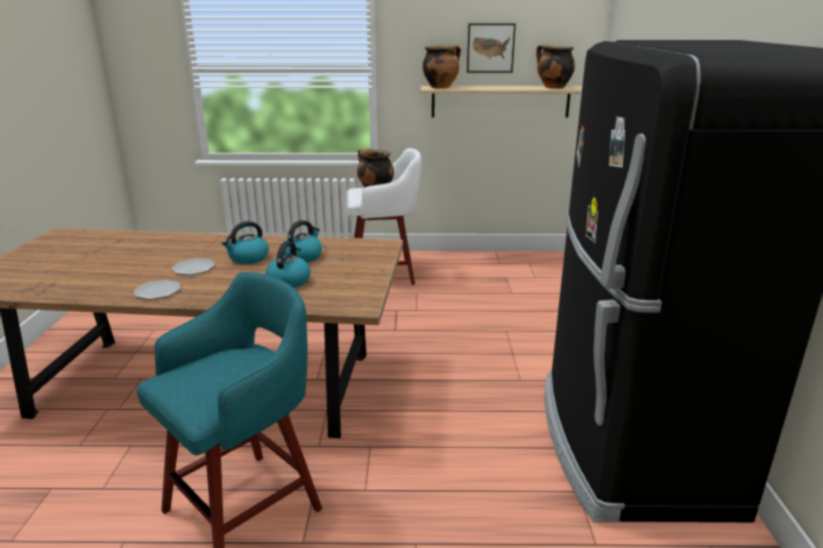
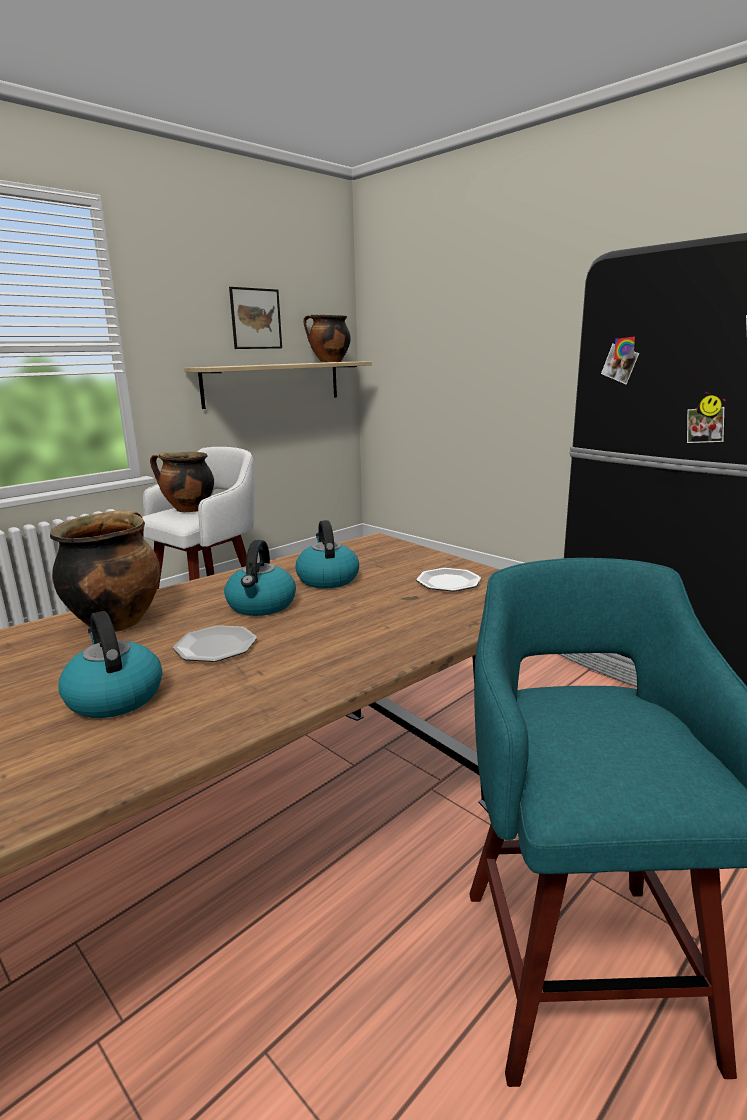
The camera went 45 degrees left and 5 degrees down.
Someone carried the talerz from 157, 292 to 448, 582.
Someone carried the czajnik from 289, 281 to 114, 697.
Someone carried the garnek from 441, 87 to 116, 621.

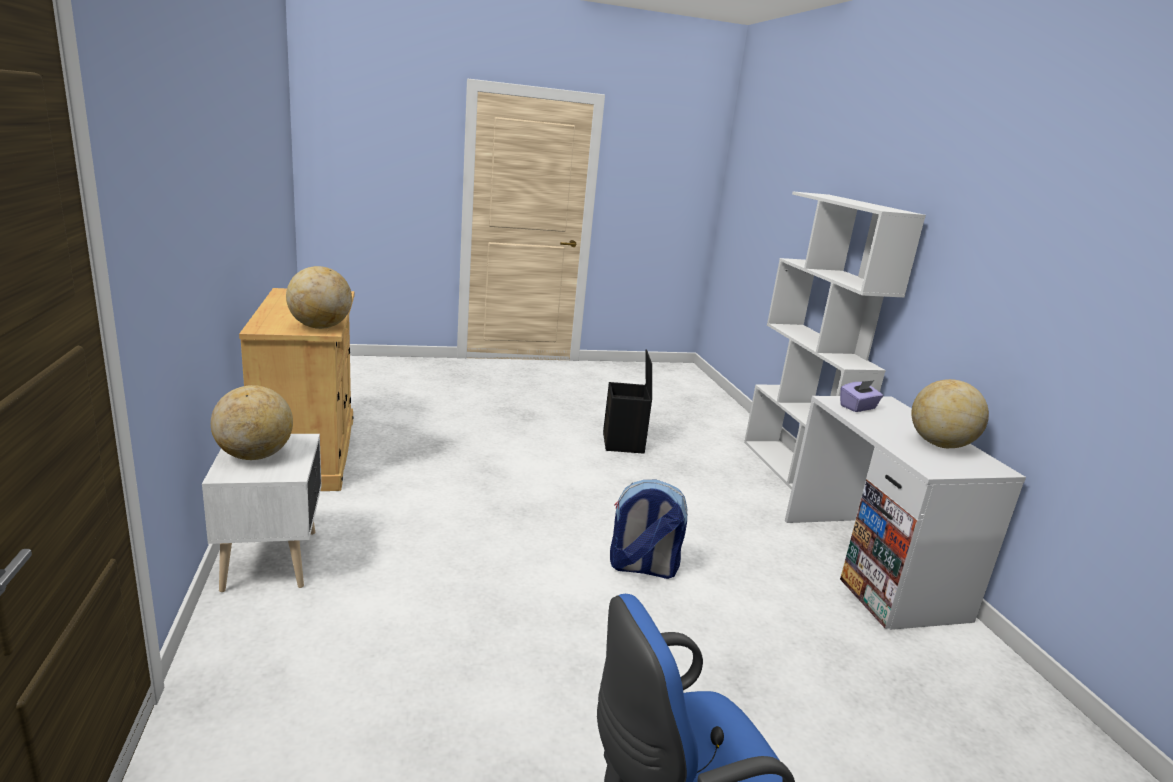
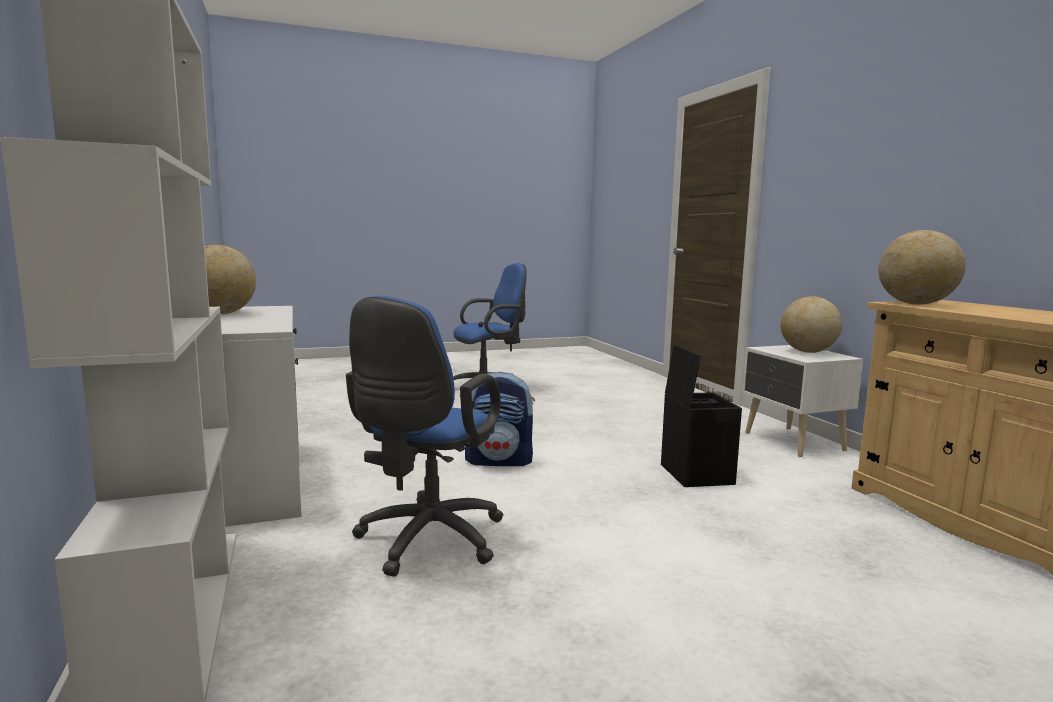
The camera went 175 degrees right and 10 degrees down.
Someone carried the pojemnik do przechowywania (czarny) from 624, 443 to 695, 474.
Someone took away the pudełko chusteczek (fioletowy) at 858, 407.
Someone put down the krzesło biurowe (niebieski) at 426, 542.

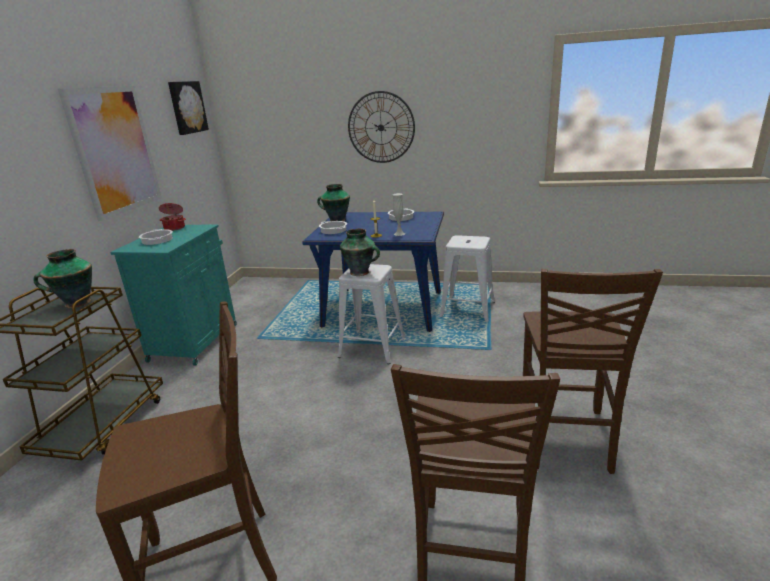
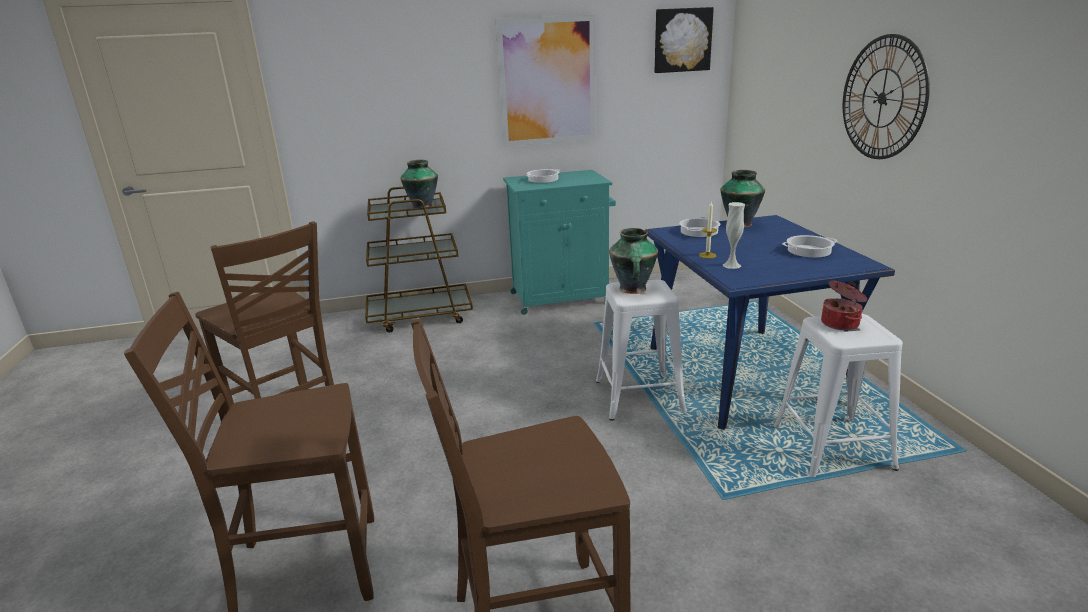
The camera went 65 degrees right and 0 degrees up.
Someone carried the garnek from 175, 228 to 841, 323.

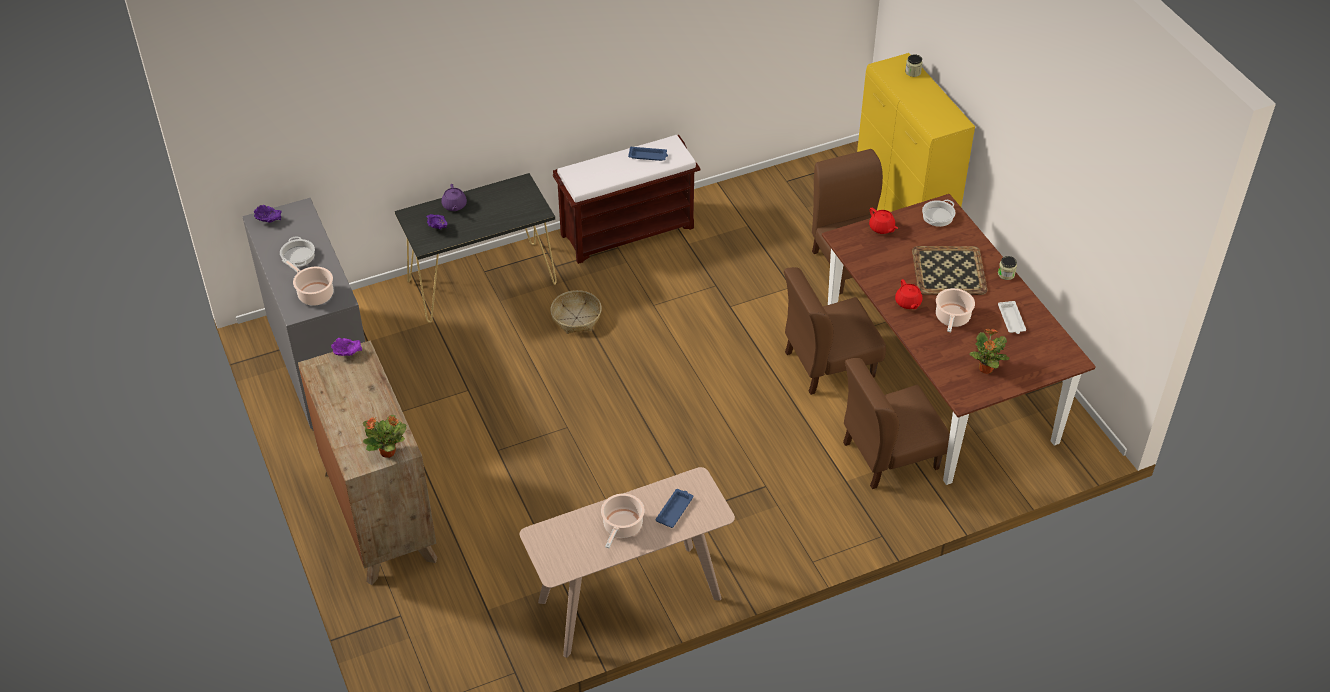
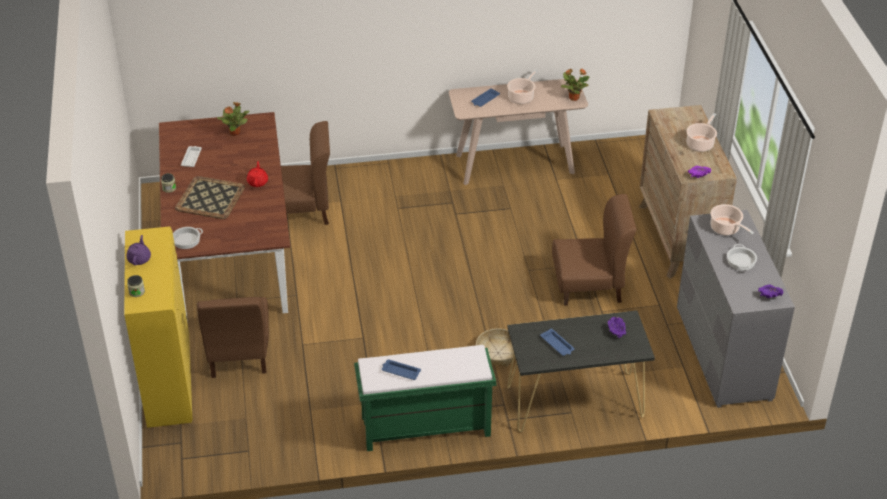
The camera went 165 degrees left and 5 degrees down.
Someone carried the roślina doniczkowa from 388, 452 to 573, 98.
Someone carried the imbryk (fioletowy) from 454, 206 to 139, 259.
Someone repainted the ławka (brązowy) at 628, 230, which became the ławka (zielony) at 424, 427.
Someone carried the krzesło (brązowy) from 828, 364 to 589, 286.
Someone took away the imbryk (czerwony) at 882, 228.
Someone carried the garnek from 952, 318 to 700, 144.
Someone put down the taca (niebieski) at 557, 345.

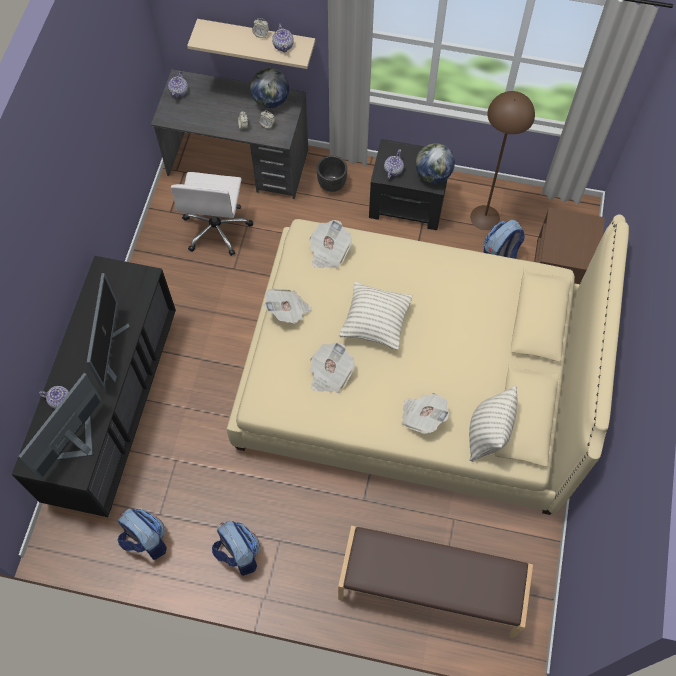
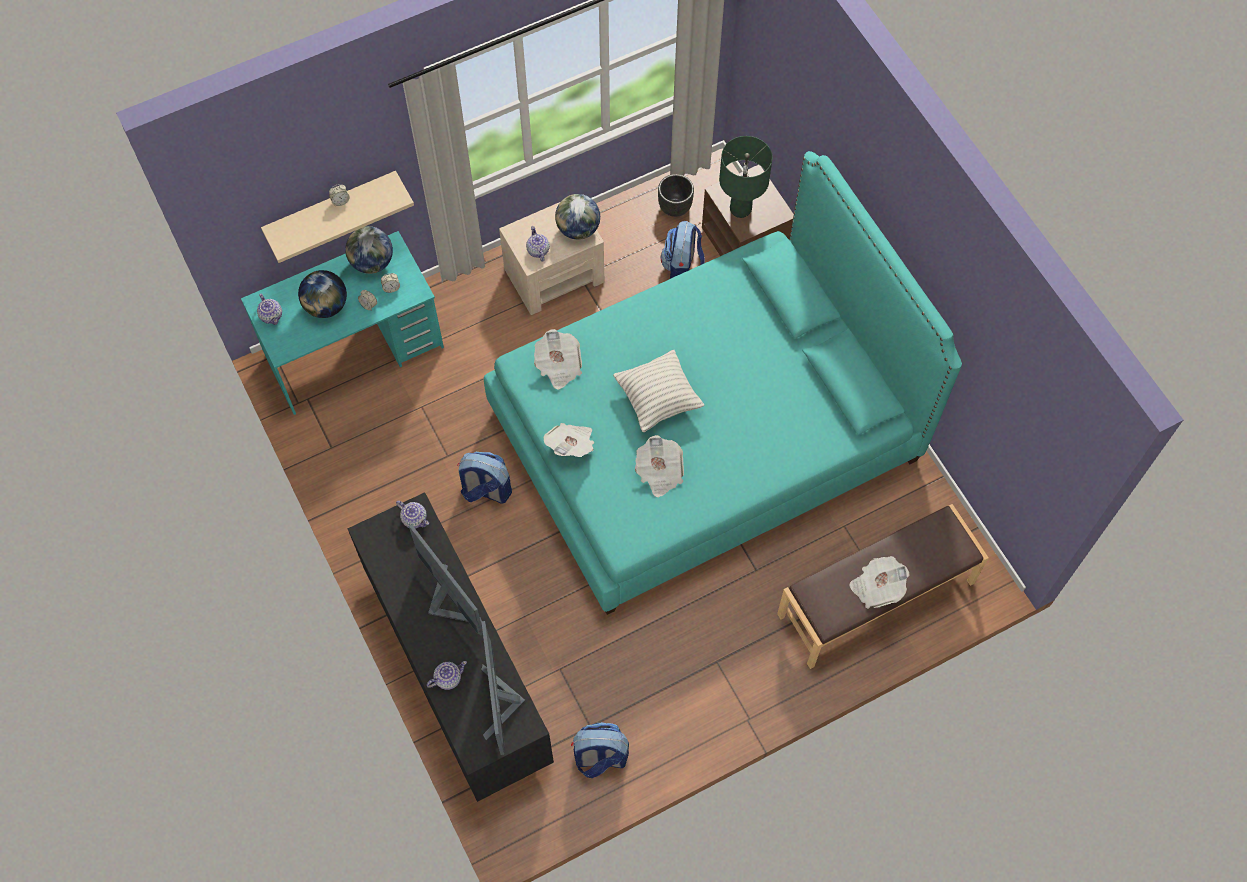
The camera went 40 degrees left and 0 degrees up.
Someone repainted the biurko (szary) at 238, 163, which became the biurko (turkusowy) at 355, 352.
Someone took away the krzesło biurowe (biały) at 217, 229.
Someone carried the plecak from 238, 553 to 486, 490.
Someone repainted the łóżko (beżowy) at 413, 379, which became the łóżko (turkusowy) at 705, 433.
Someone carried the imbryk from 283, 45 to 414, 518.
Someone carried the donica (czarny) from 331, 184 to 674, 208.
Someone repainted the szafka nocna (czarny) at 408, 203, which became the szafka nocna (beżowy) at 555, 275.
Someone carried the gazeta from 422, 416 to 876, 587.
Someone took away the poduszka at 487, 434.
Someone took away the lampa stojąca (brązowy) at 485, 217.
Someone put down the globus at 326, 306.
Someone put down the lampa stołowa (zielony) at 741, 209.

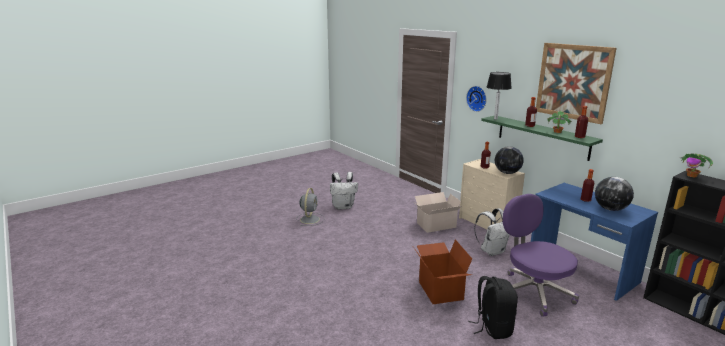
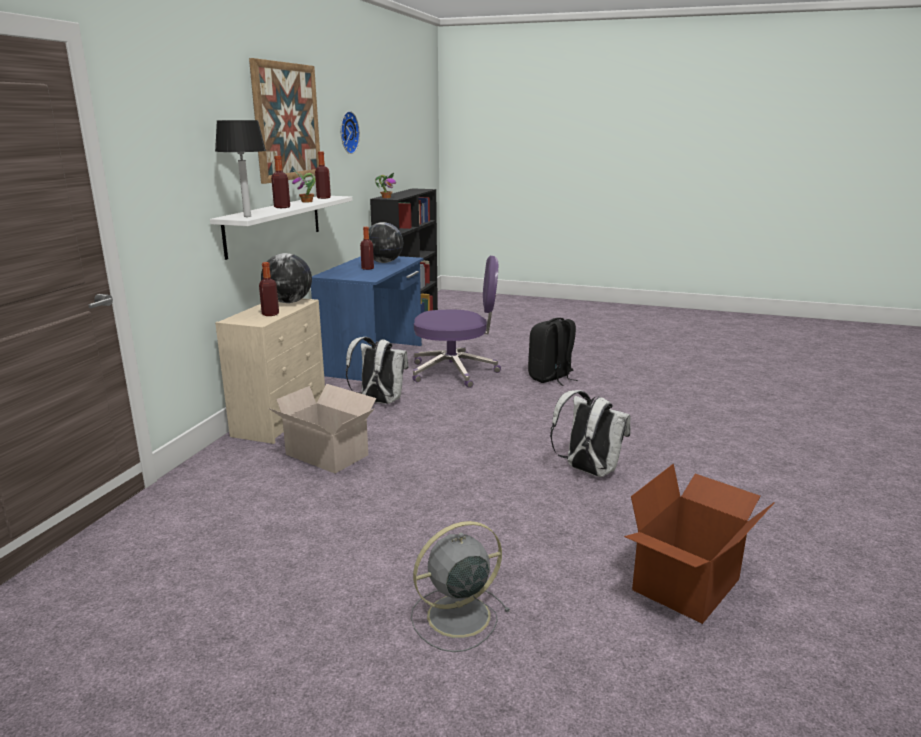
The camera went 125 degrees left and 0 degrees up.
Someone carried the plecak (biały) from 343, 206 to 588, 471.
Someone carried the karton from 439, 290 to 688, 586.
Someone carried the zegar ścienny from 477, 98 to 347, 132.
Someone repainted the półka (zielony) at 542, 137, which became the półka (biały) at 274, 225.
Someone rotated the krzesło biurowe (fioletowy) at 533, 292 by 120 degrees counterclockwise.

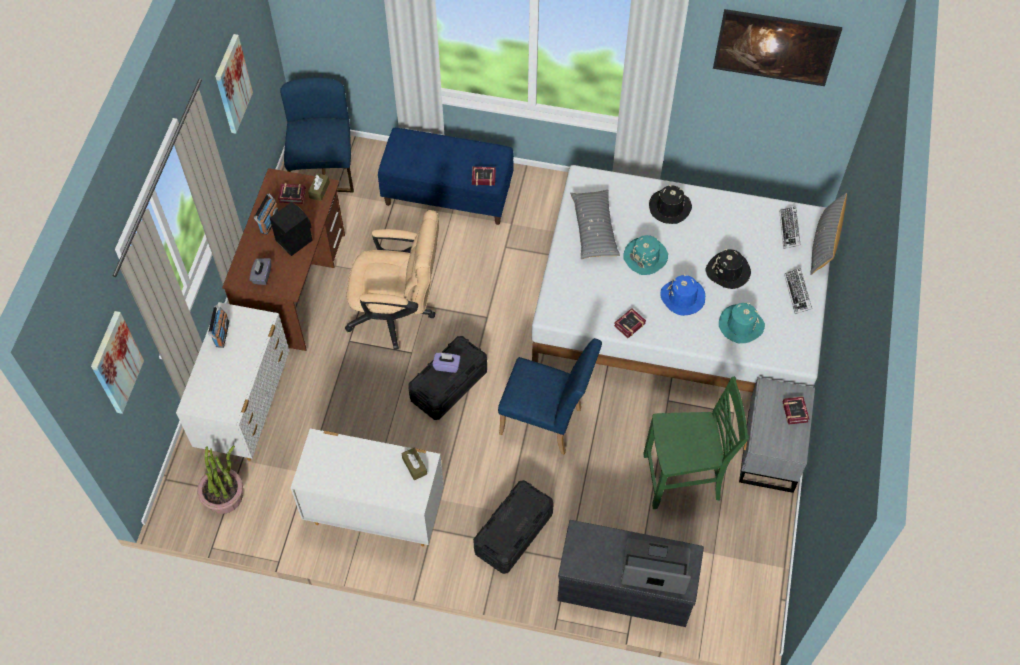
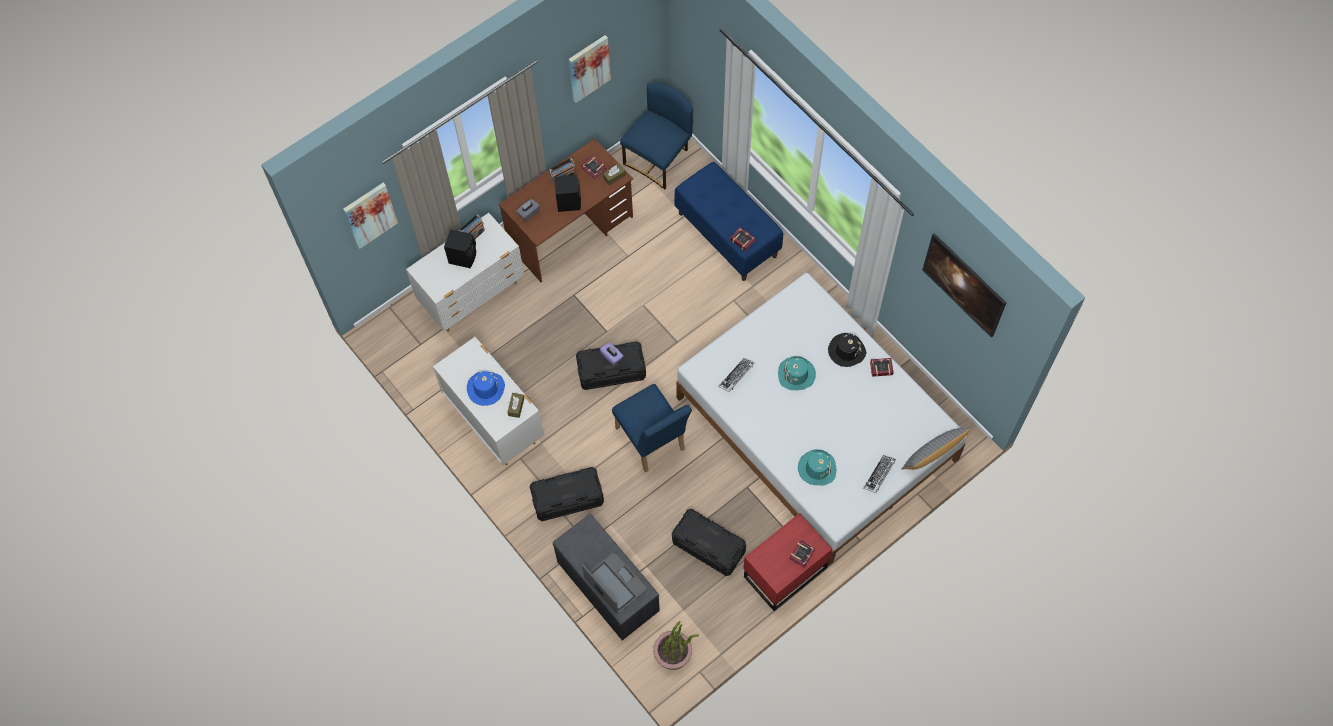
The camera went 40 degrees right and 5 degrees up.
Someone carried the roślina doniczkowa from 224, 496 to 673, 654.
Someone took away the krzesło biurowe (beżowy) at 398, 313.
Someone took away the poduszka (szary) at 594, 229.
Someone carried the książka from 628, 325 to 880, 368.
Someone swapped the krzesło (zielony) at 683, 479 for the pojemnik do przechowywania (czarny) at 708, 547.
Someone carried the kapelusz (niebieski) from 682, 297 to 485, 389.
Someone took away the kapelusz (czarny) at 728, 271.
Someone repainted the szafka nocna (szary) at 768, 451, which became the szafka nocna (czerwony) at 783, 571.
Someone carried the klawiatura from 789, 229 to 736, 376.
Someone put down the głośnik (czarny) at 463, 256.

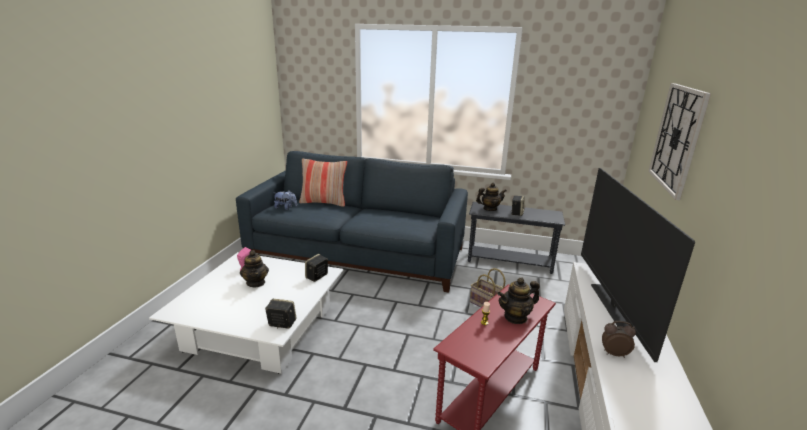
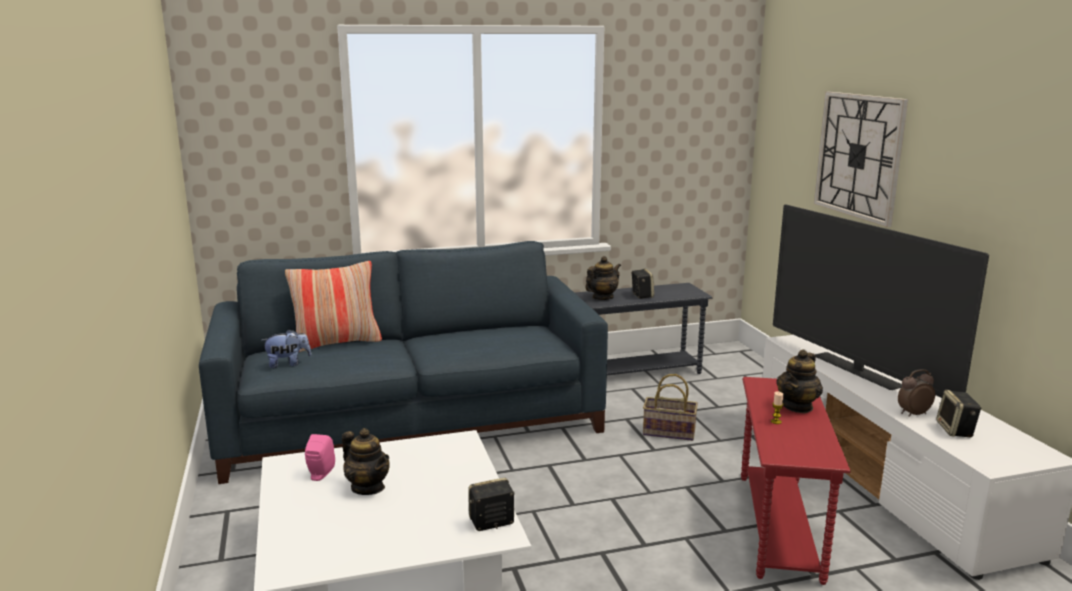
The camera went 30 degrees left and 5 degrees down.
Someone carried the głośnik from 317, 277 to 956, 430.

